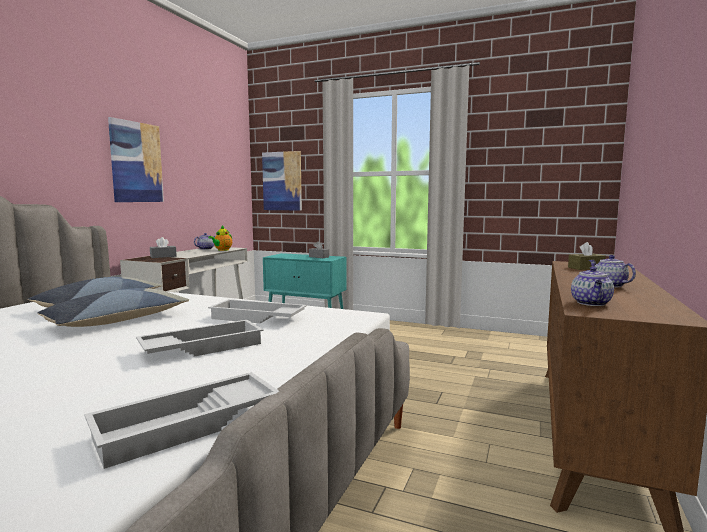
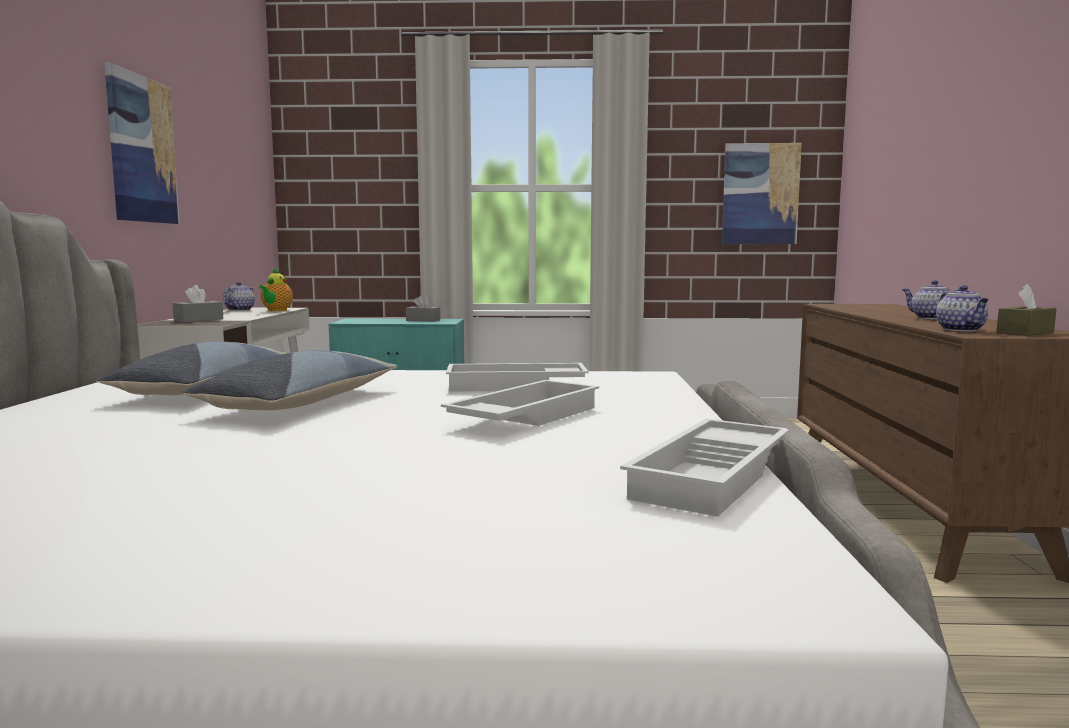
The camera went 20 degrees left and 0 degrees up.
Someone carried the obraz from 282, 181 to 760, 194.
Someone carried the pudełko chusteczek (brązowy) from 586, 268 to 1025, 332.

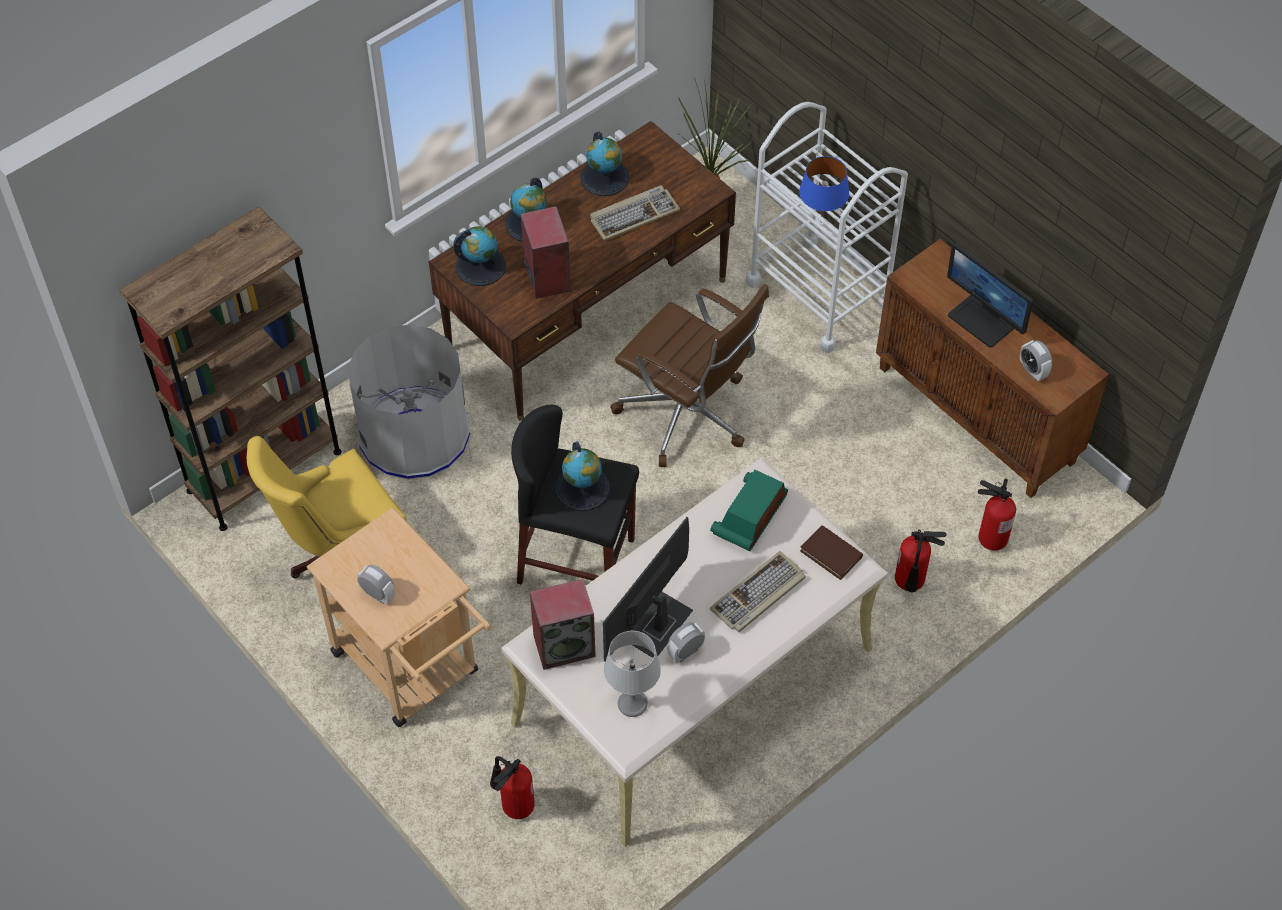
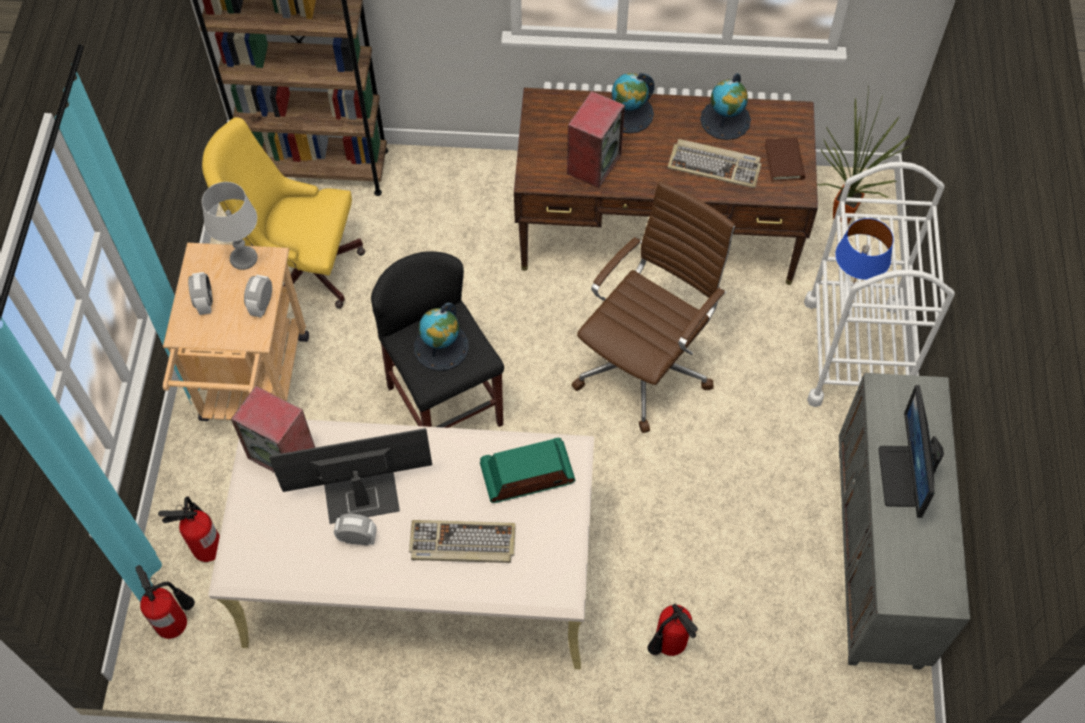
The camera went 45 degrees right and 5 degrees up.
Someone took away the kosz na śmieci (szary) at 414, 434.
Someone took away the globus at 481, 266.
Someone carried the lampa stołowa (szary) from 632, 704 to 243, 259.
Someone rotated the krzesło biurowe (brązowy) at 687, 415 by 135 degrees counterclockwise.
Someone carried the książka (brązowy) from 831, 554 to 784, 161.
Someone repainted the szafka (brązowy) at 977, 415, which became the szafka (szary) at 879, 557.
Someone carried the gaśnica from 991, 536 to 176, 621.
Someone carried the budzik from 1032, 371 to 262, 305.

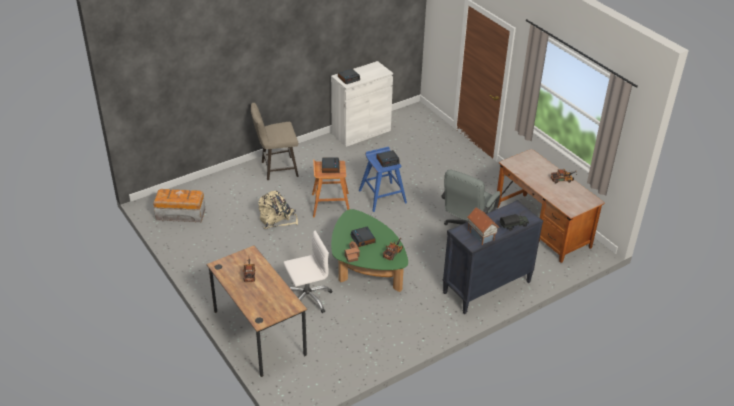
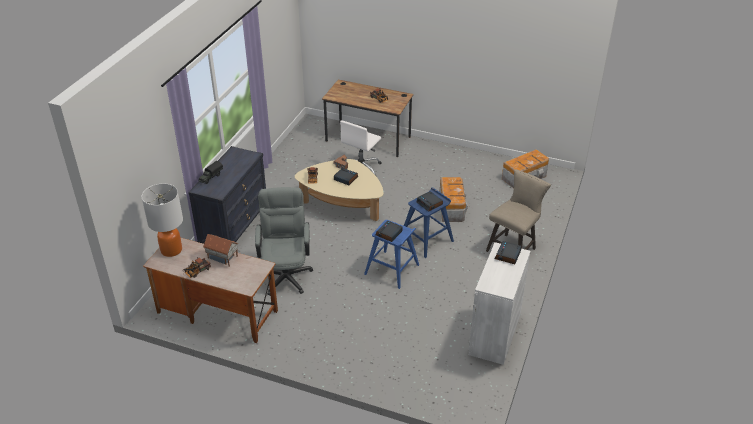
The camera went 145 degrees right and 0 degrees up.
Someone swapped the plecak (beżowy) at 277, 219 for the pojemnik do przechowywania at 451, 207.
Someone repainted the stołek (brązowy) at 330, 204, which became the stołek (niebieski) at 427, 239.
Someone repainted the ława (zielony) at 366, 268, which became the ława (beżowy) at 342, 205.
Someone carried the domek from 481, 234 to 222, 258.
Someone put down the lampa stołowa at 171, 250.

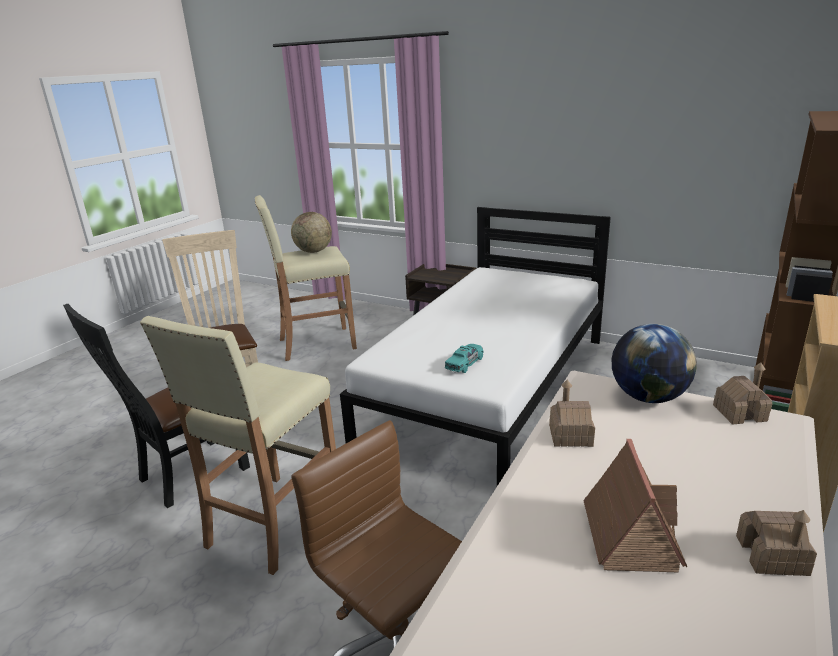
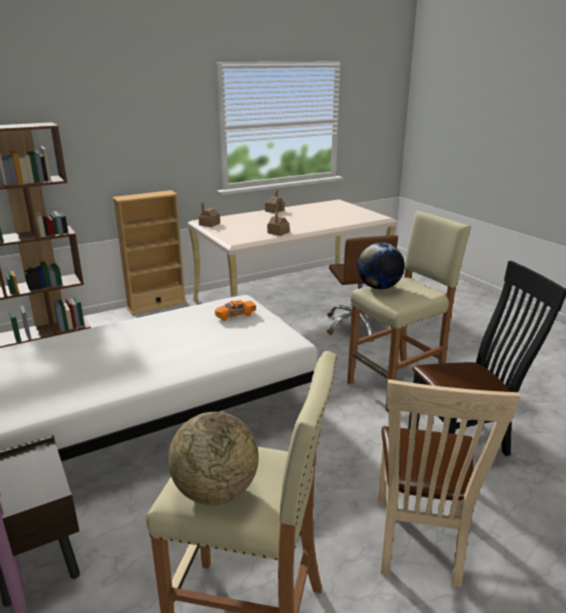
The camera went 150 degrees left and 0 degrees up.
Someone repainted the samochodzik (turkusowy) at 464, 364, which became the samochodzik (pomarańczowy) at 235, 315.
Someone took away the domek at 628, 534.
Someone carried the globus from 648, 397 to 379, 287.

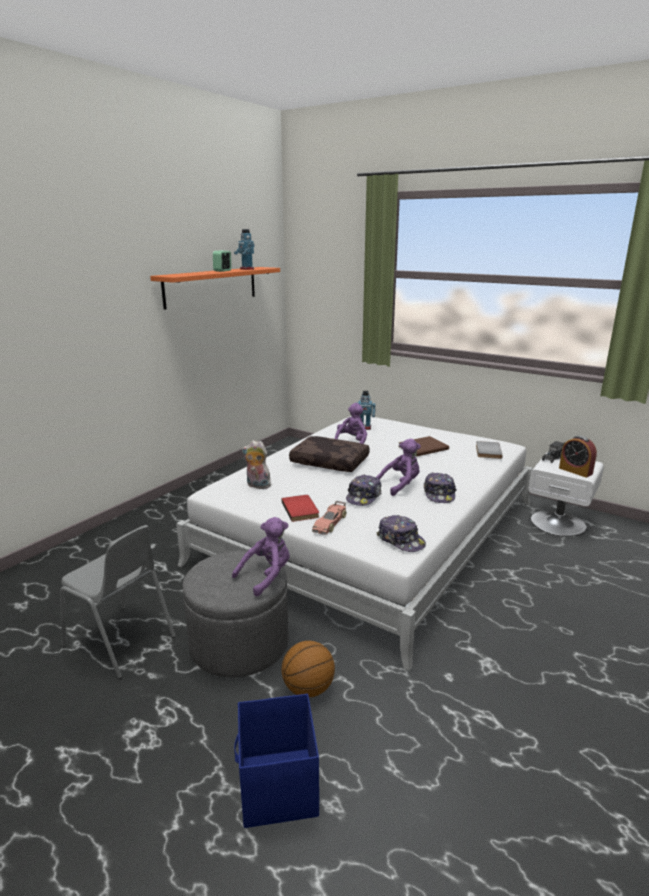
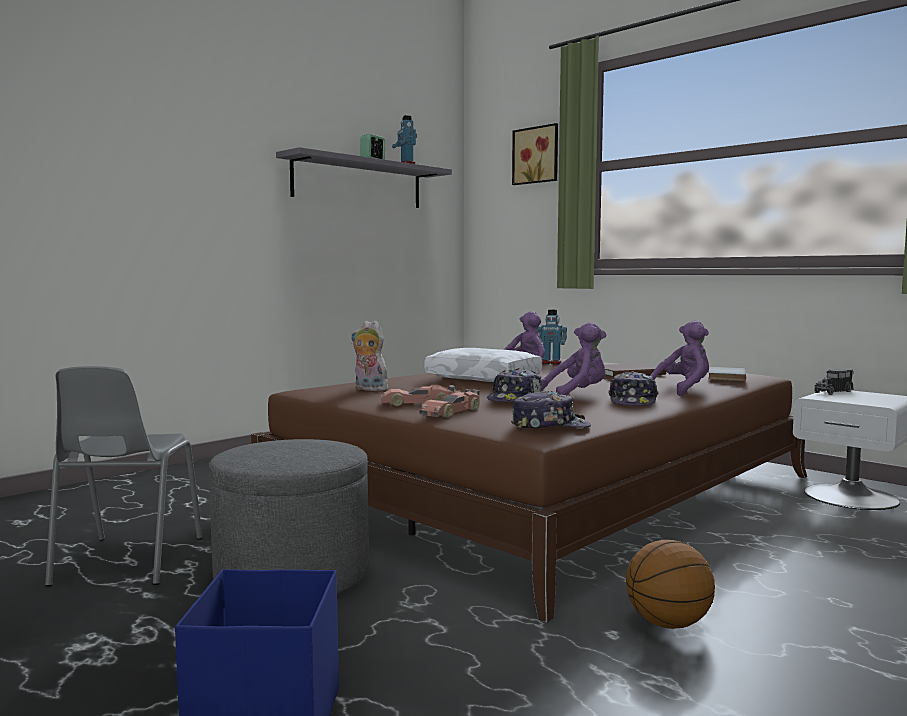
The camera went 10 degrees right and 15 degrees down.
Someone rotated the krzesło (szary) at 120, 642 by 45 degrees clockwise.
Someone repainted the półka (pomarańczowy) at 211, 286, which became the półka (szary) at 359, 183.
Someone repainted the łóżko (biały) at 371, 531, which became the łóżko (brązowy) at 543, 489.
Someone carried the pluszak (fioletowy) from 267, 576 to 683, 390.
Someone swapped the książka (czerwony) at 301, 509 for the samochodzik at 417, 403.
Someone carried the piłka do koszykówki from 308, 689 to 668, 624.
Someone repainted the poduszka (brązowy) at 330, 462, which became the poduszka (biały) at 485, 378.
Someone rotated the czapka z daszkiem at 401, 540 by 60 degrees counterclockwise.
Someone took away the budzik at 575, 471.
Someone put up the obraz at 537, 155.

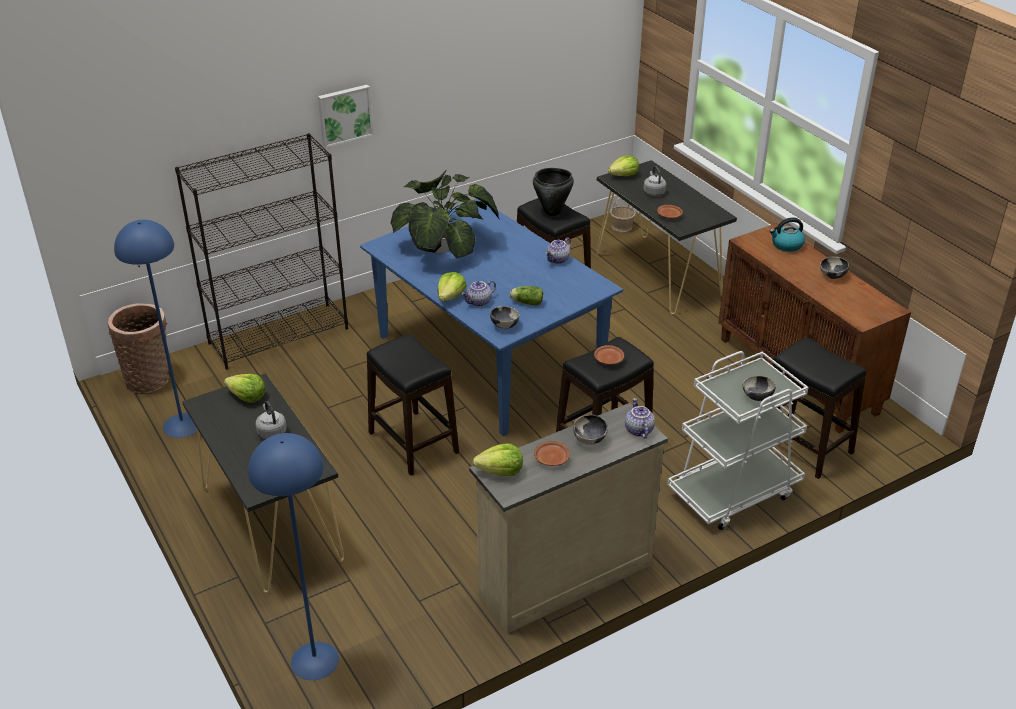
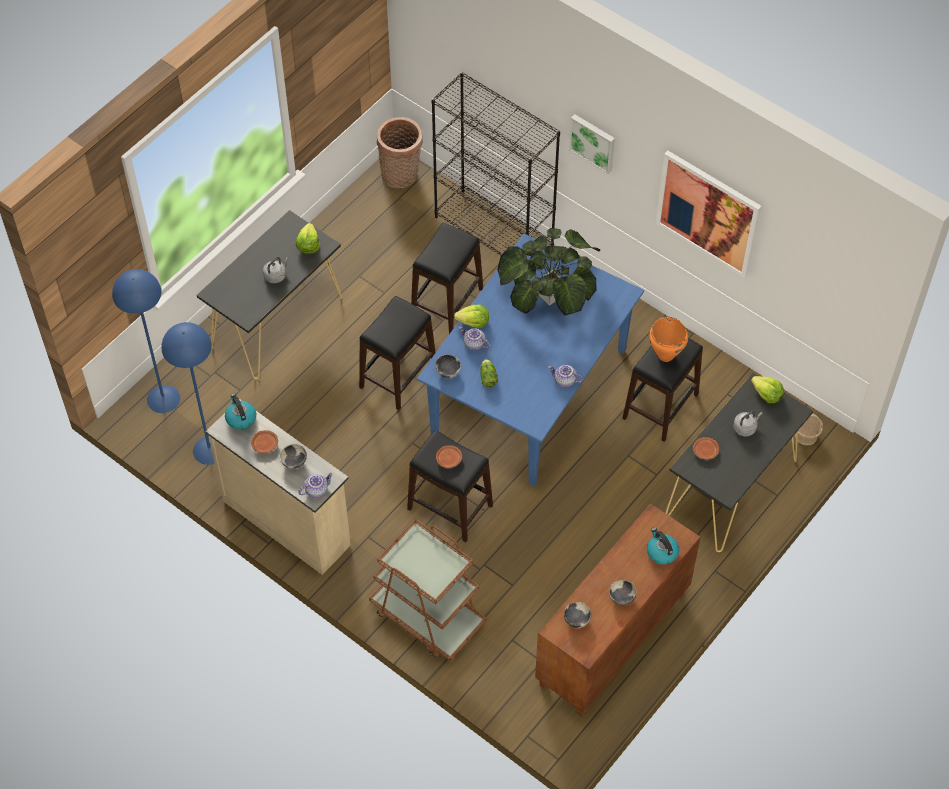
The camera went 70 degrees right and 20 degrees up.
Someone carried the lampa stojąca (niebieski) from 182, 425 to 209, 450.
Someone swapped the sałata at 500, 471 for the czajnik at 240, 418.
Someone repainted the garnek (czarny) at 552, 212, which became the garnek (pomarańczowy) at 665, 356.
Someone repainted the wózek (biały) at 733, 492, which became the wózek (brązowy) at 427, 615.
Someone carried the miska from 757, 397 to 576, 620.
Someone carried the stołek (czarny) from 803, 446 to 446, 302.
Someone put up the obraz at 708, 213.

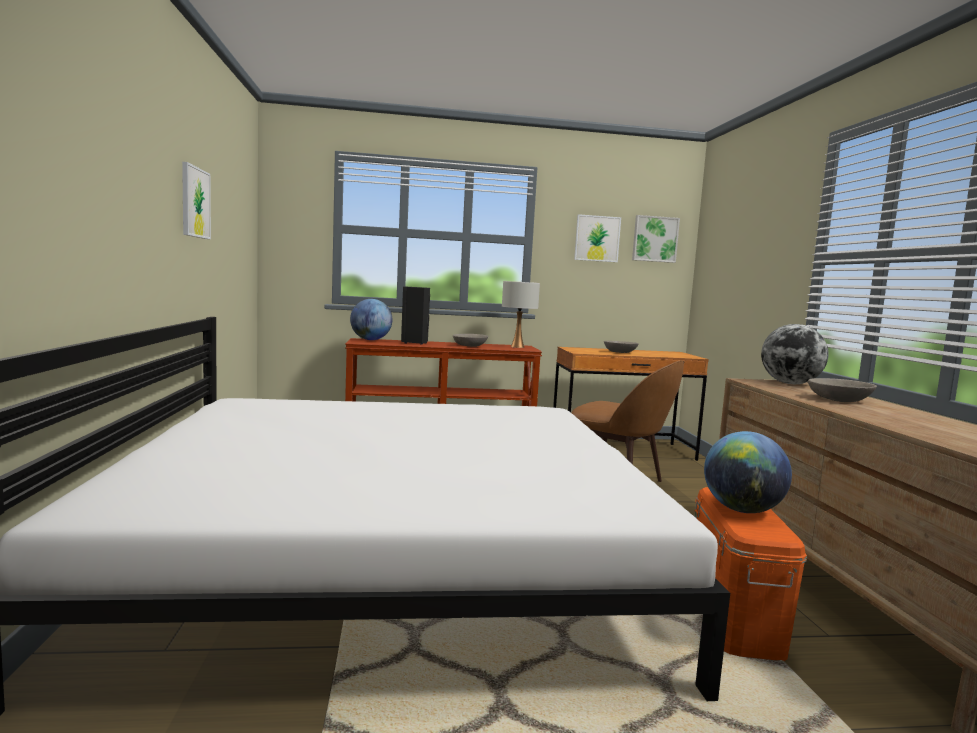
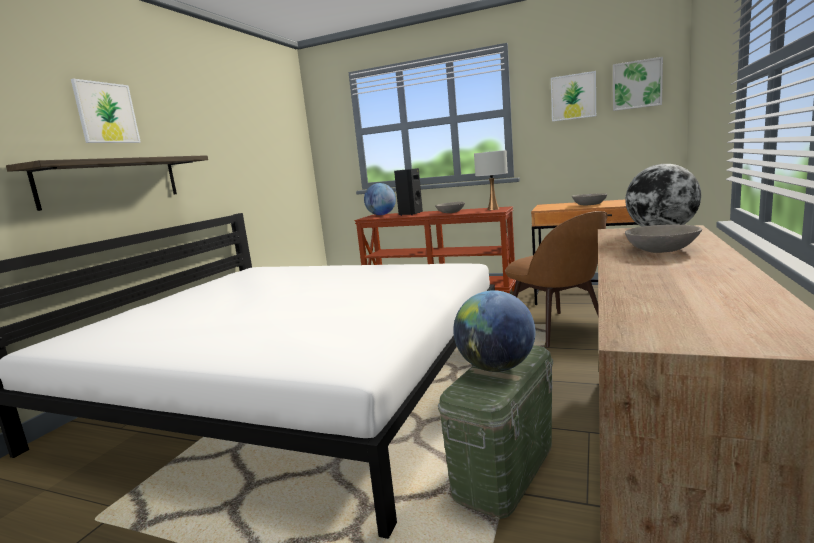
The camera went 30 degrees right and 5 degrees up.
Someone carried the obraz from 195, 202 to 106, 113.
Someone repainted the pojemnik do przechowywania (pomarańczowy) at 734, 619, which became the pojemnik do przechowywania (zielony) at 505, 469.
Someone put up the półka at 111, 181.

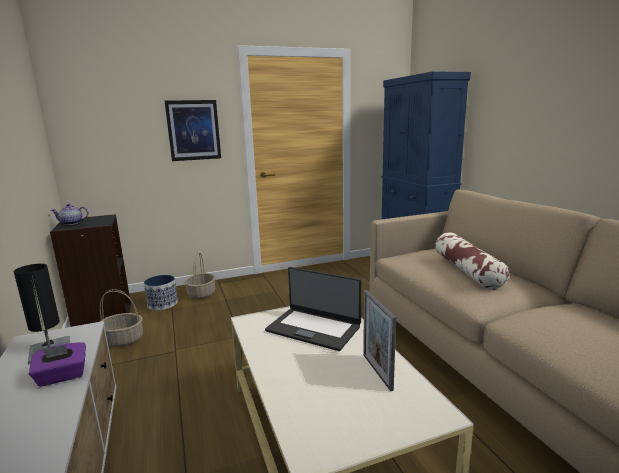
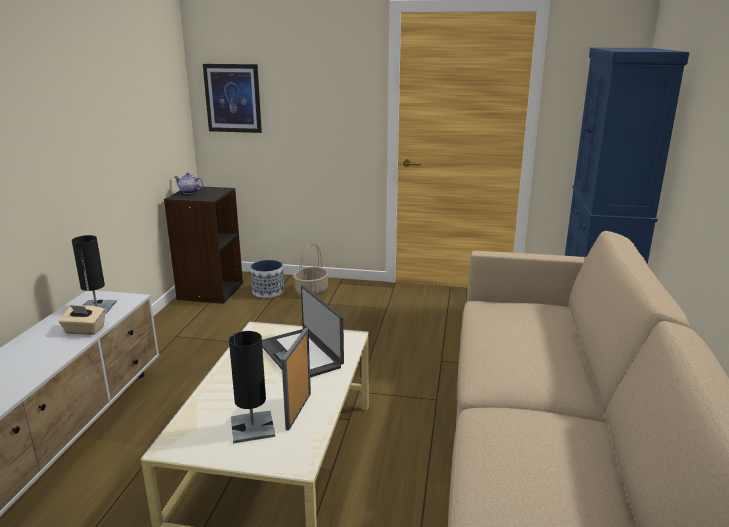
The camera went 30 degrees right and 5 degrees up.
Someone repainted the pudełko chusteczek (fioletowy) at 62, 376, which became the pudełko chusteczek (beżowy) at 84, 330.
Someone took away the koszyk at 124, 340.
Someone carried the obraz from 193, 130 to 233, 98.
Someone took away the poduszka at 466, 270.
Someone put down the lampa stołowa (czarny) at 252, 427.

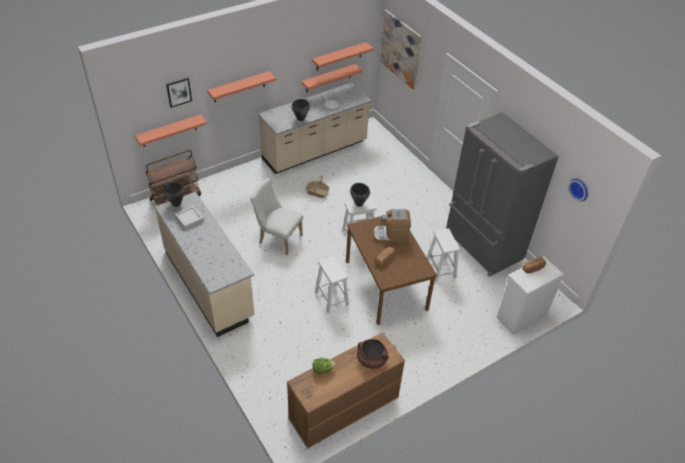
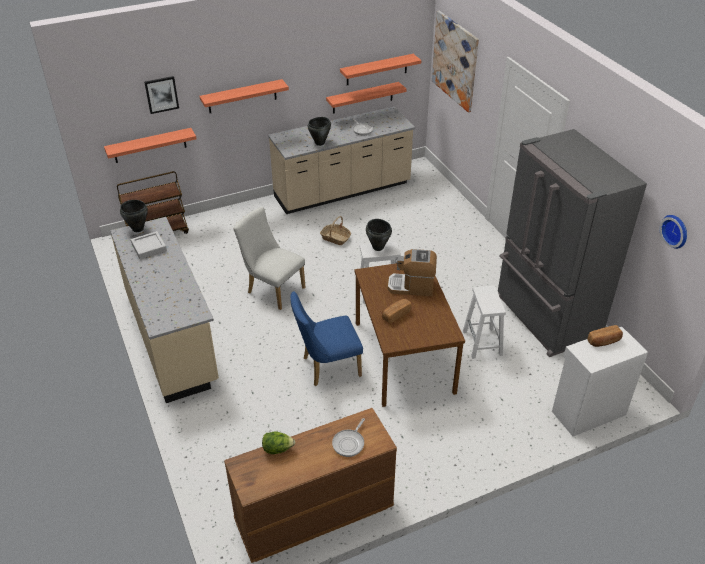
The camera went 10 degrees right and 5 degrees down.
Someone swapped the stołek (biały) at 331, 298 for the krzesło (niebieski) at 327, 367.
Someone swapped the garnek (brązowy) at 372, 360 for the patelnia at 349, 443.

